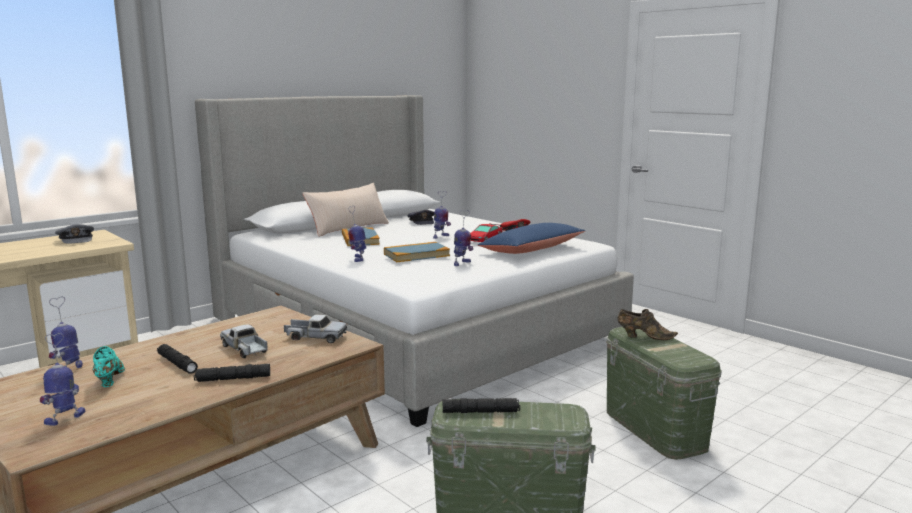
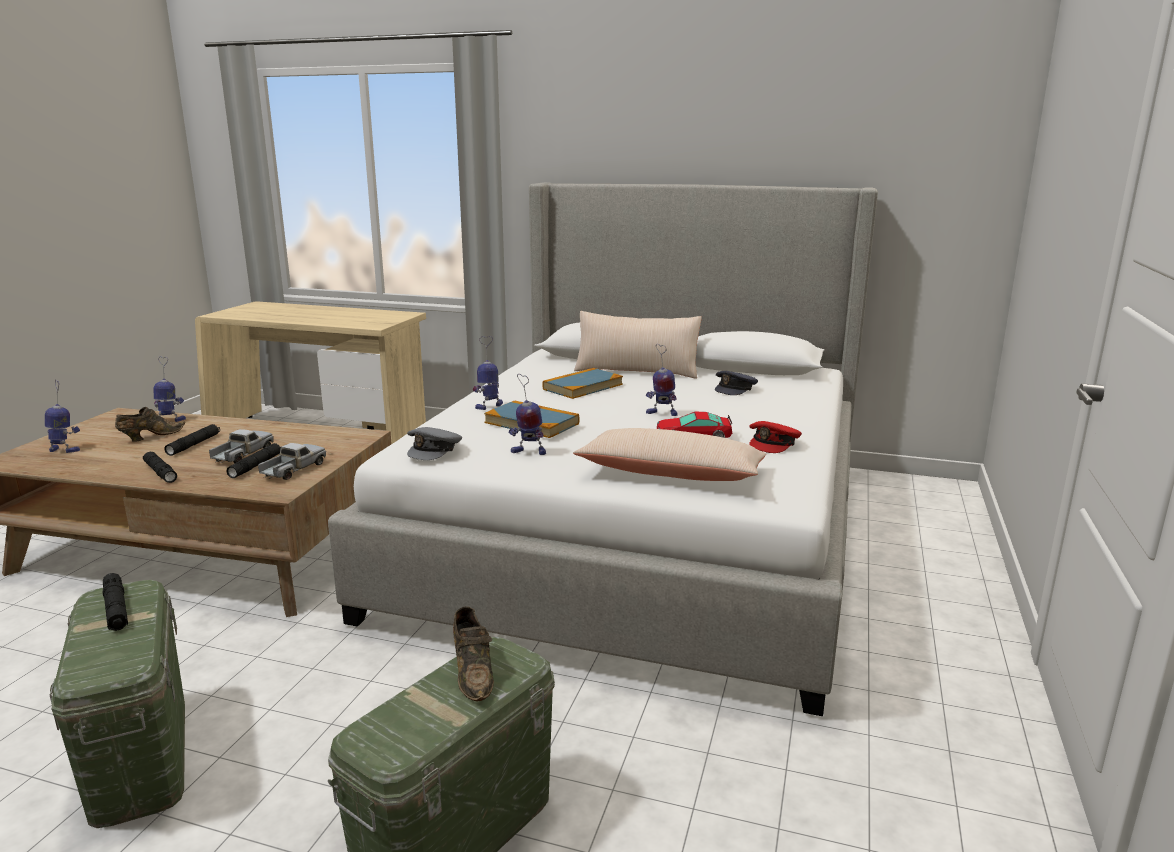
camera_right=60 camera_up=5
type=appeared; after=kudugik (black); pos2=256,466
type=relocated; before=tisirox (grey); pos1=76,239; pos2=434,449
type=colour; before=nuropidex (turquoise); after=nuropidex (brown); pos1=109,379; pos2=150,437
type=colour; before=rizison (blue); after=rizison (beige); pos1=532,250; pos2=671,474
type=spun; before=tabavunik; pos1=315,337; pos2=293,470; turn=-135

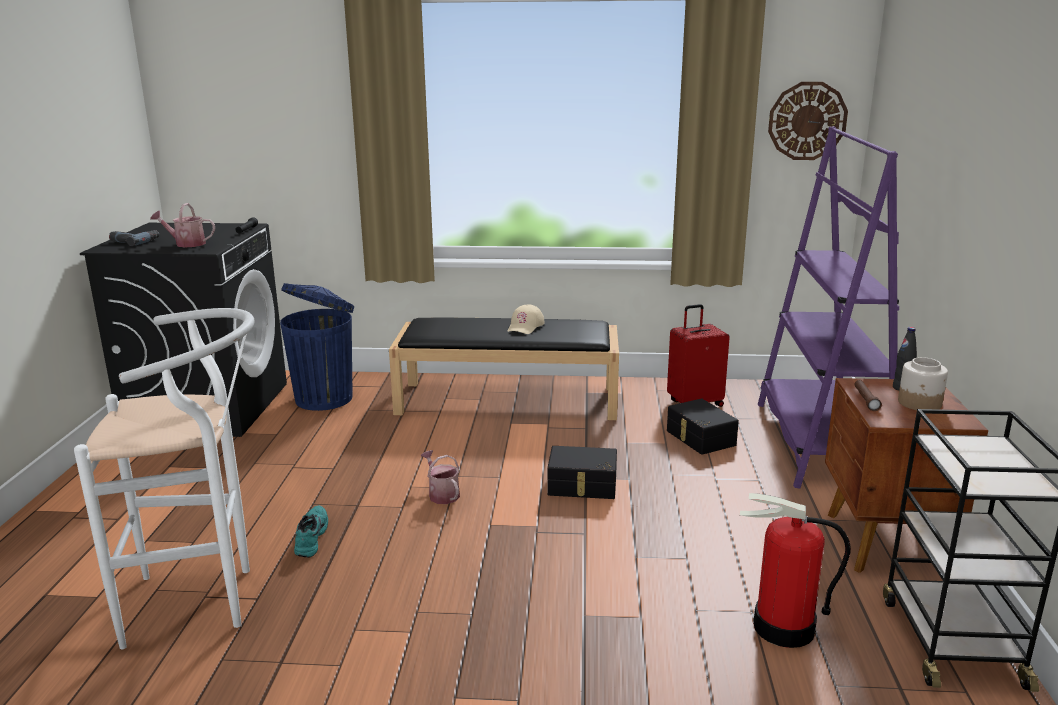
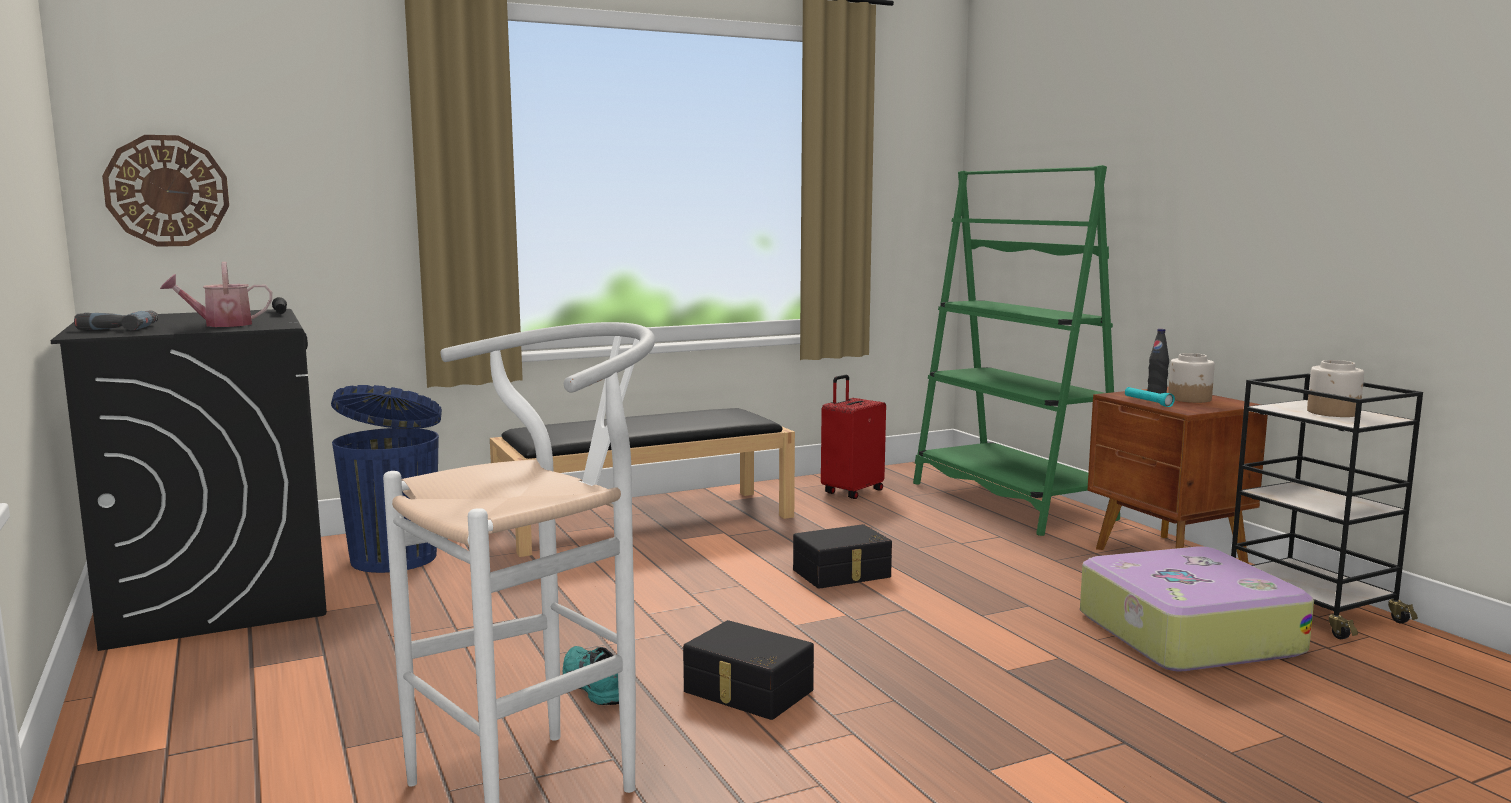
camera_right=-30 camera_up=-10
type=missing; before=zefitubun; pos1=442,494
type=missing; before=tisirox (beige); pos1=525,326
type=appeared; after=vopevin; pos2=1333,412
type=relocated; before=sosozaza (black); pos1=699,438; pos2=747,692
type=relocated; before=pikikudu; pos1=807,121; pos2=167,191
type=exchanged; before=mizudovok; after=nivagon; pos1=783,628; pos2=1185,633
type=colour; before=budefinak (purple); after=budefinak (green); pos1=820,443; pos2=1010,501
type=colour; before=kudugik (brown); after=kudugik (turquoise); pos1=865,400; pos2=1148,402

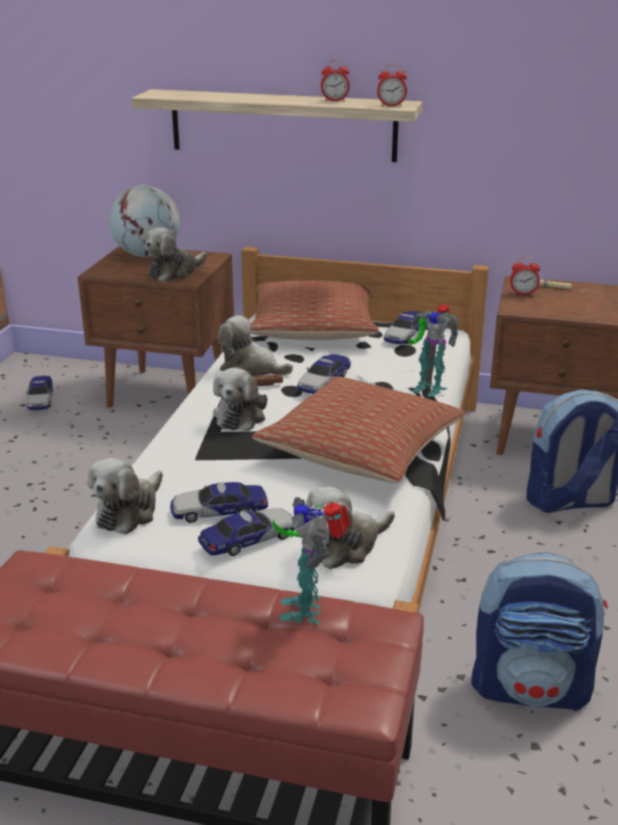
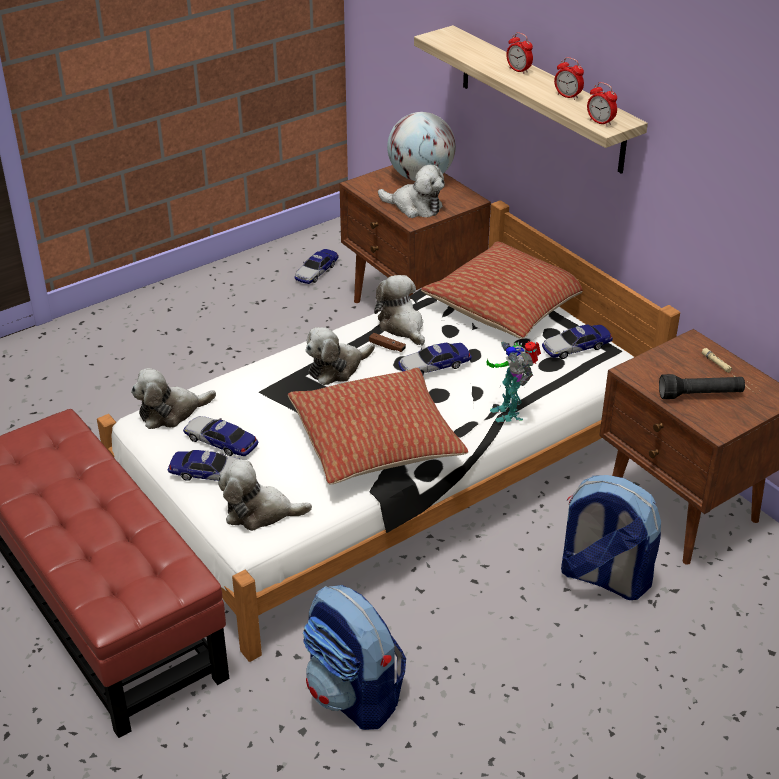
camera_right=40 camera_up=10
type=missing; before=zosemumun; pos1=308,608
type=appeared; after=kudugik (black); pos2=700,395
type=relocated; before=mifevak; pos1=523,294; pos2=518,70
type=spun; before=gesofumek; pos1=174,272; pos2=415,207; turn=-150

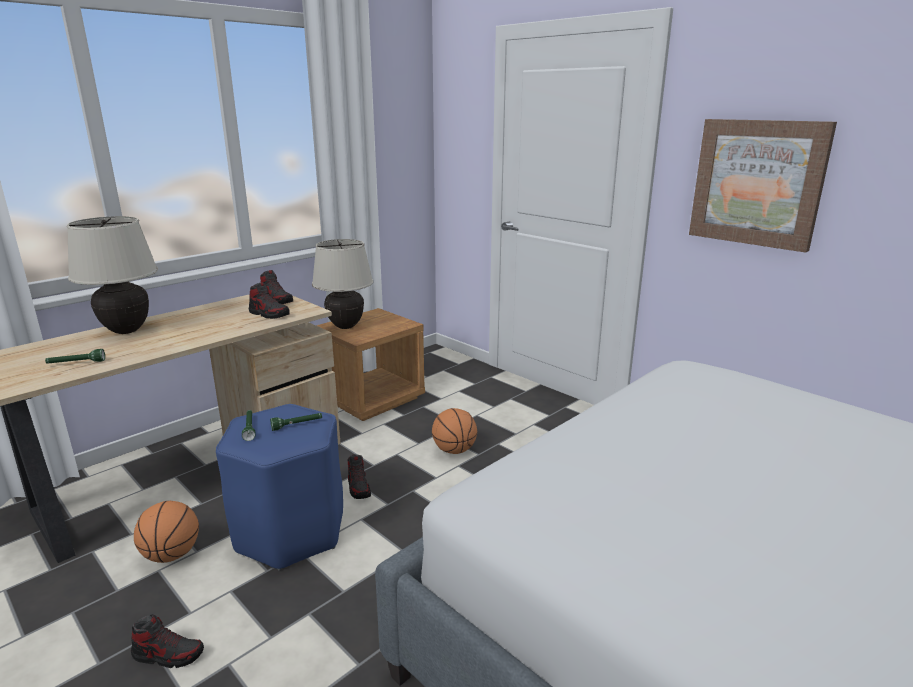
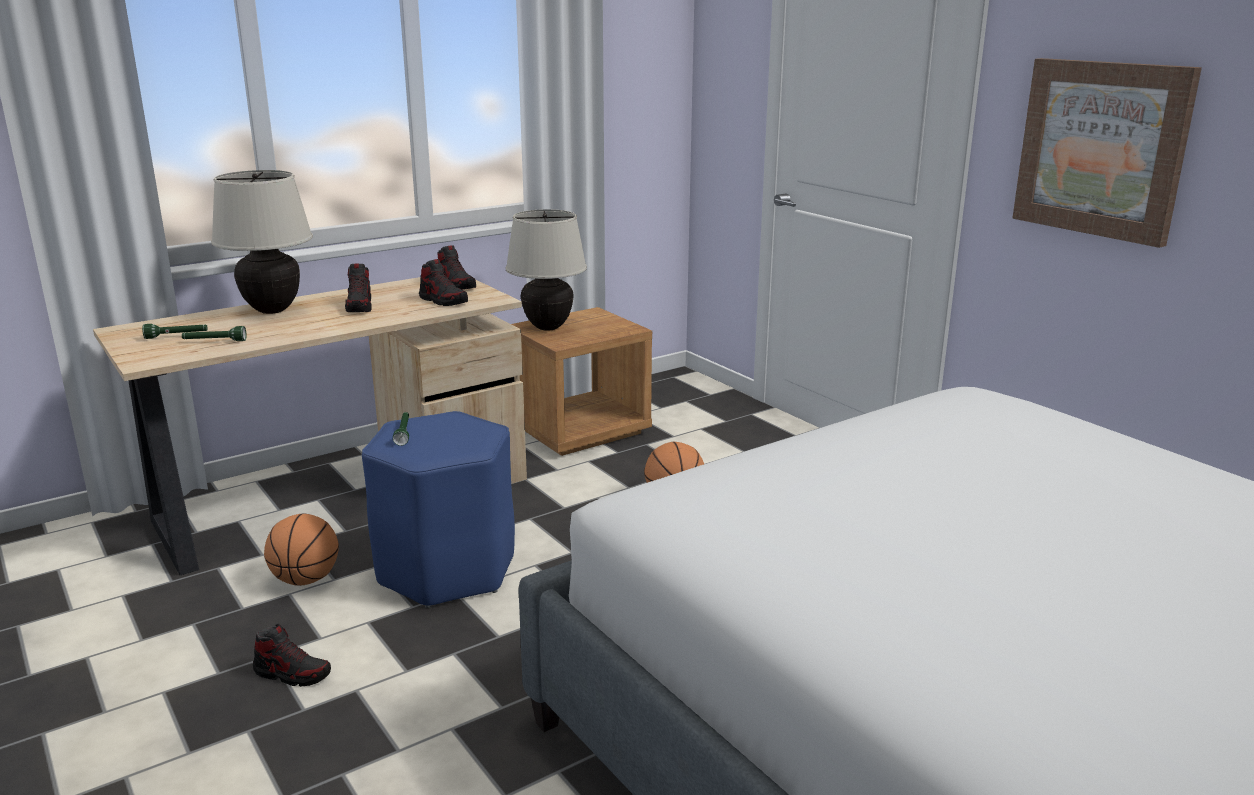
camera_right=10 camera_up=0
type=relocated; before=kudugik (green); pos1=297,425; pos2=177,336
type=relocated; before=nuropidex; pos1=359,487; pos2=360,306

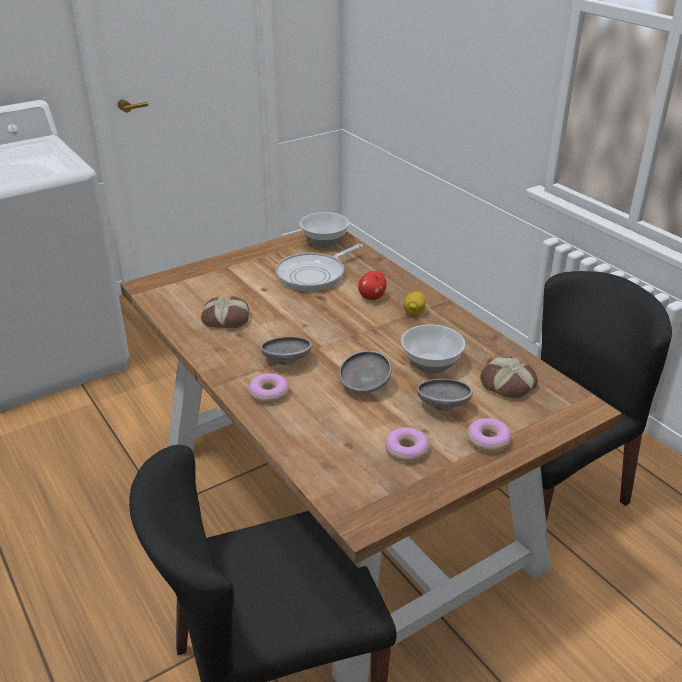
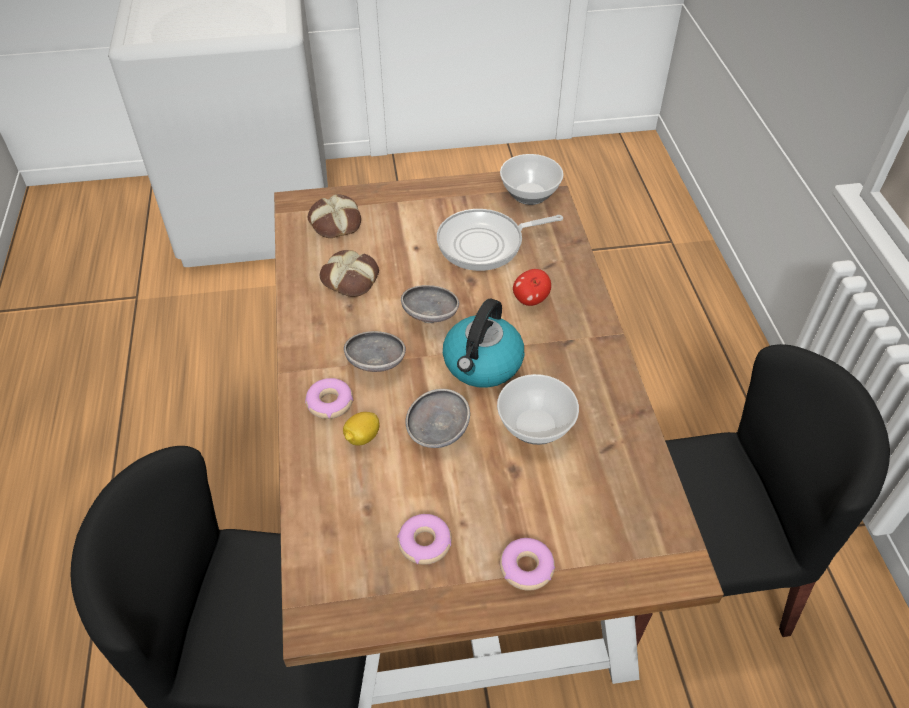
camera_right=25 camera_up=15
type=appeared; after=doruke; pos2=482,364
type=relocated; before=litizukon; pos1=414,312; pos2=362,437
type=relocated; before=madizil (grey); pos1=443,405; pos2=431,315
type=relocated; before=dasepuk; pos1=507,384; pos2=335,222

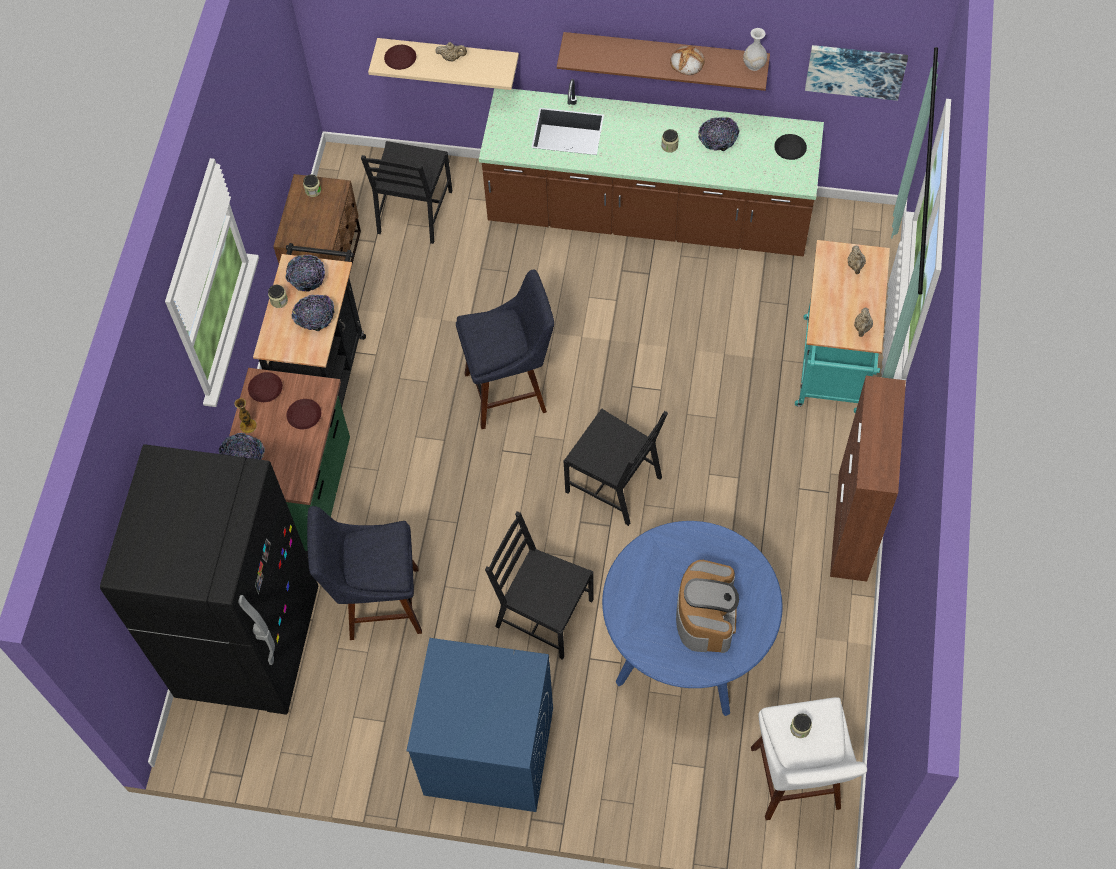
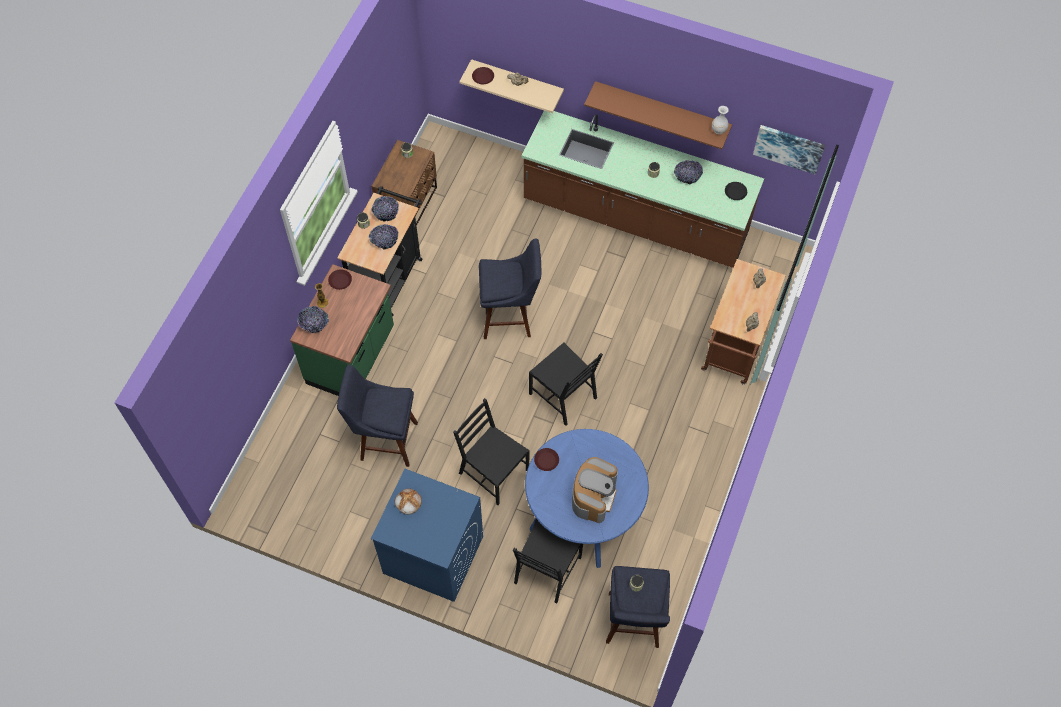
camera_right=10 camera_up=0
type=missing; before=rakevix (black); pos1=249,643
type=missing; before=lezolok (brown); pos1=852,526
type=relocated; before=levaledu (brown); pos1=304,416; pos2=546,461
type=relocated; before=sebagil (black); pos1=414,212; pos2=547,570
type=relocated; before=dasepuk; pos1=686,62; pos2=408,502
type=colour; before=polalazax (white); after=polalazax (blue); pos1=796,784; pos2=633,624
type=colour; before=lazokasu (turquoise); after=lazokasu (brown); pos1=832,372; pos2=733,352

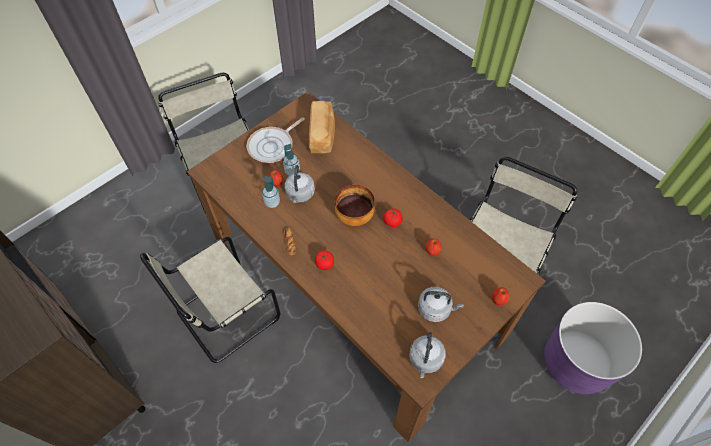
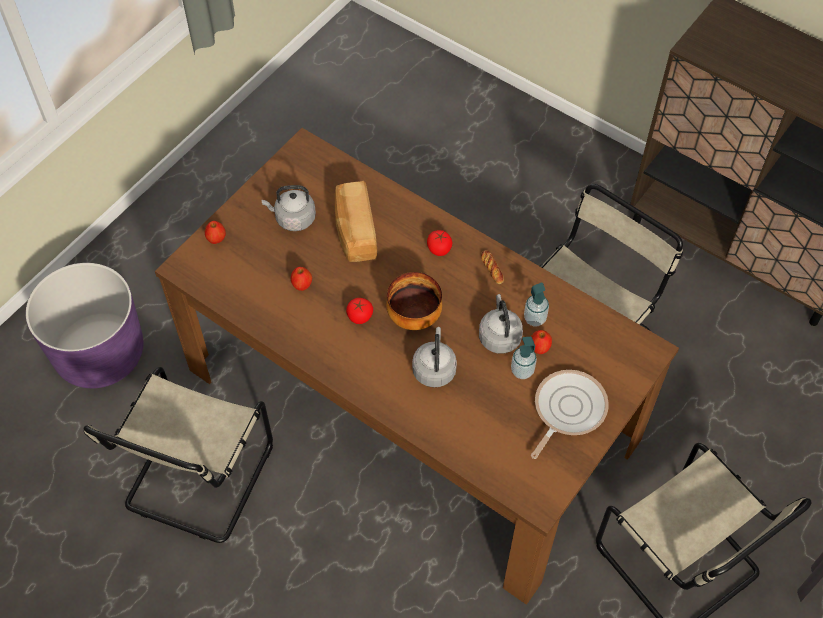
camera_right=170 camera_up=0
type=relocated; before=dasepuk; pos1=323,135; pos2=354,232
type=relocated; before=doruke (grey); pos1=425,360; pos2=434,369

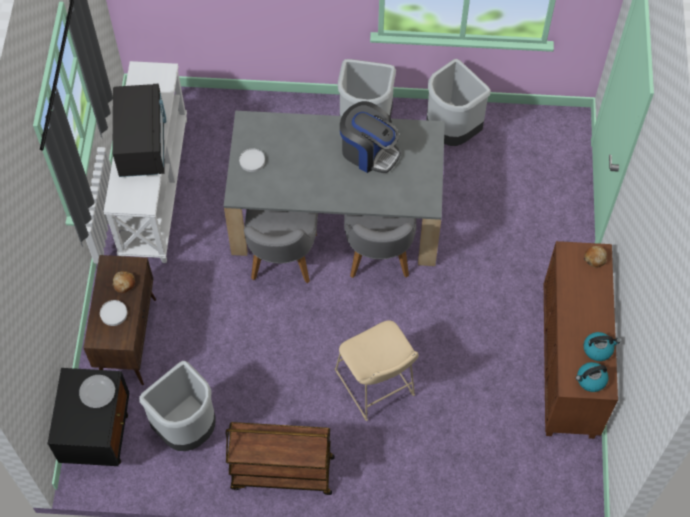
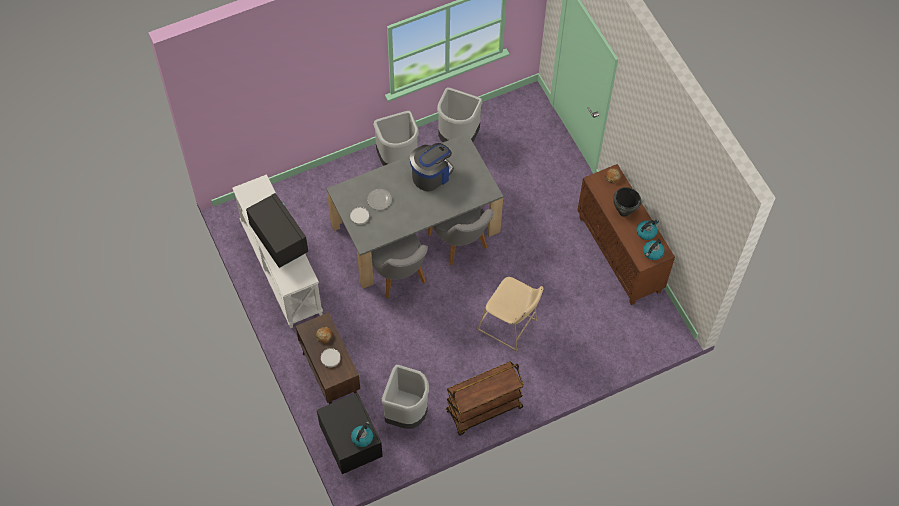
camera_right=-30 camera_up=0
type=appeared; after=doruke; pos2=362,437
type=appeared; after=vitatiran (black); pos2=624,211
type=relocated; before=levaledu; pos1=98,391; pos2=379,199
type=spun; before=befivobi; pos1=369,151; pos2=431,175; turn=-45

